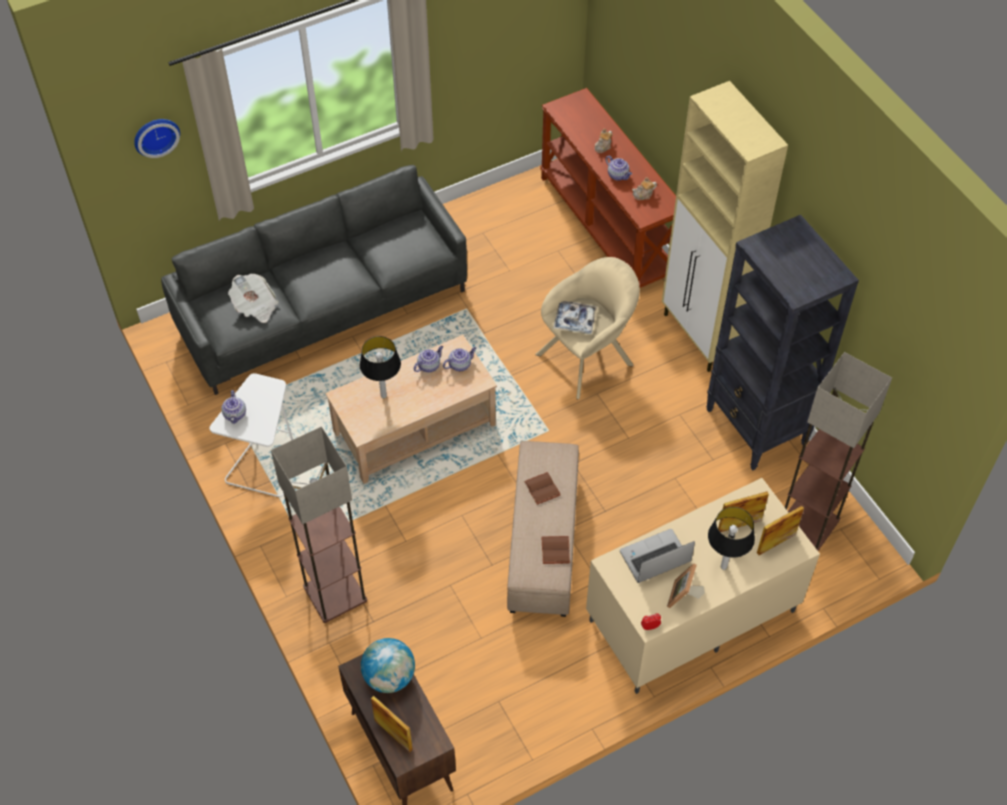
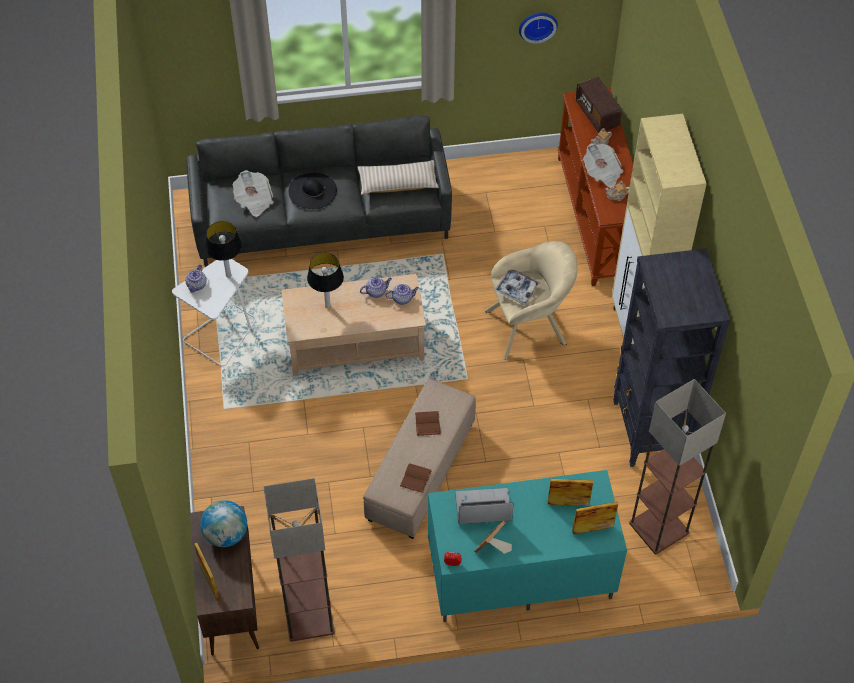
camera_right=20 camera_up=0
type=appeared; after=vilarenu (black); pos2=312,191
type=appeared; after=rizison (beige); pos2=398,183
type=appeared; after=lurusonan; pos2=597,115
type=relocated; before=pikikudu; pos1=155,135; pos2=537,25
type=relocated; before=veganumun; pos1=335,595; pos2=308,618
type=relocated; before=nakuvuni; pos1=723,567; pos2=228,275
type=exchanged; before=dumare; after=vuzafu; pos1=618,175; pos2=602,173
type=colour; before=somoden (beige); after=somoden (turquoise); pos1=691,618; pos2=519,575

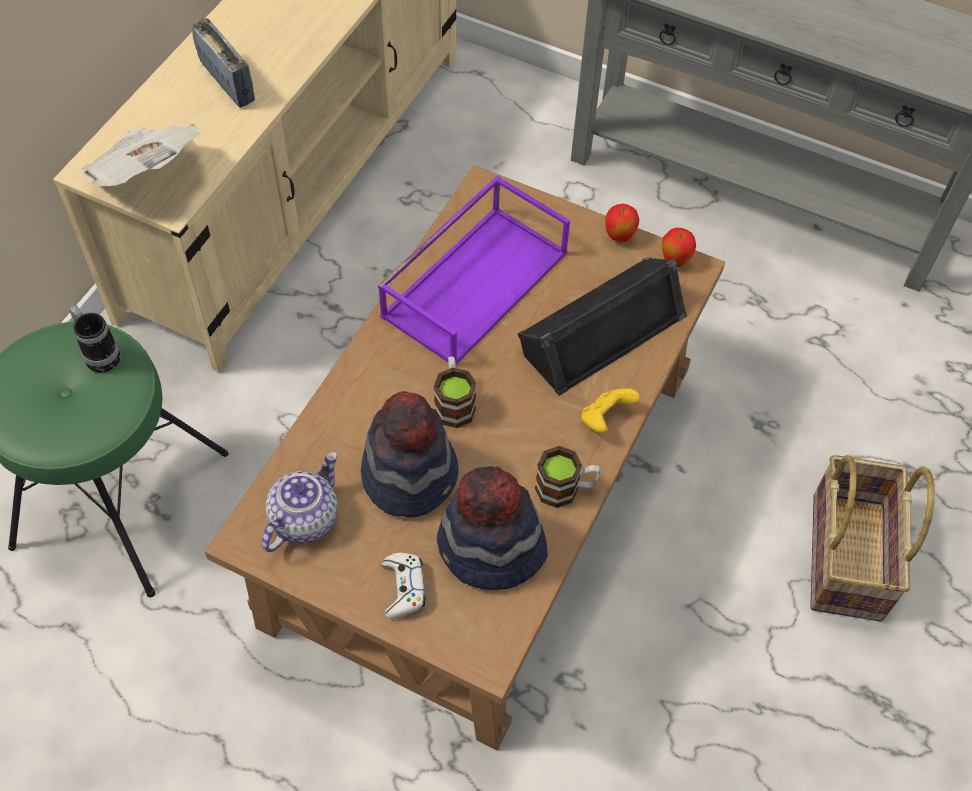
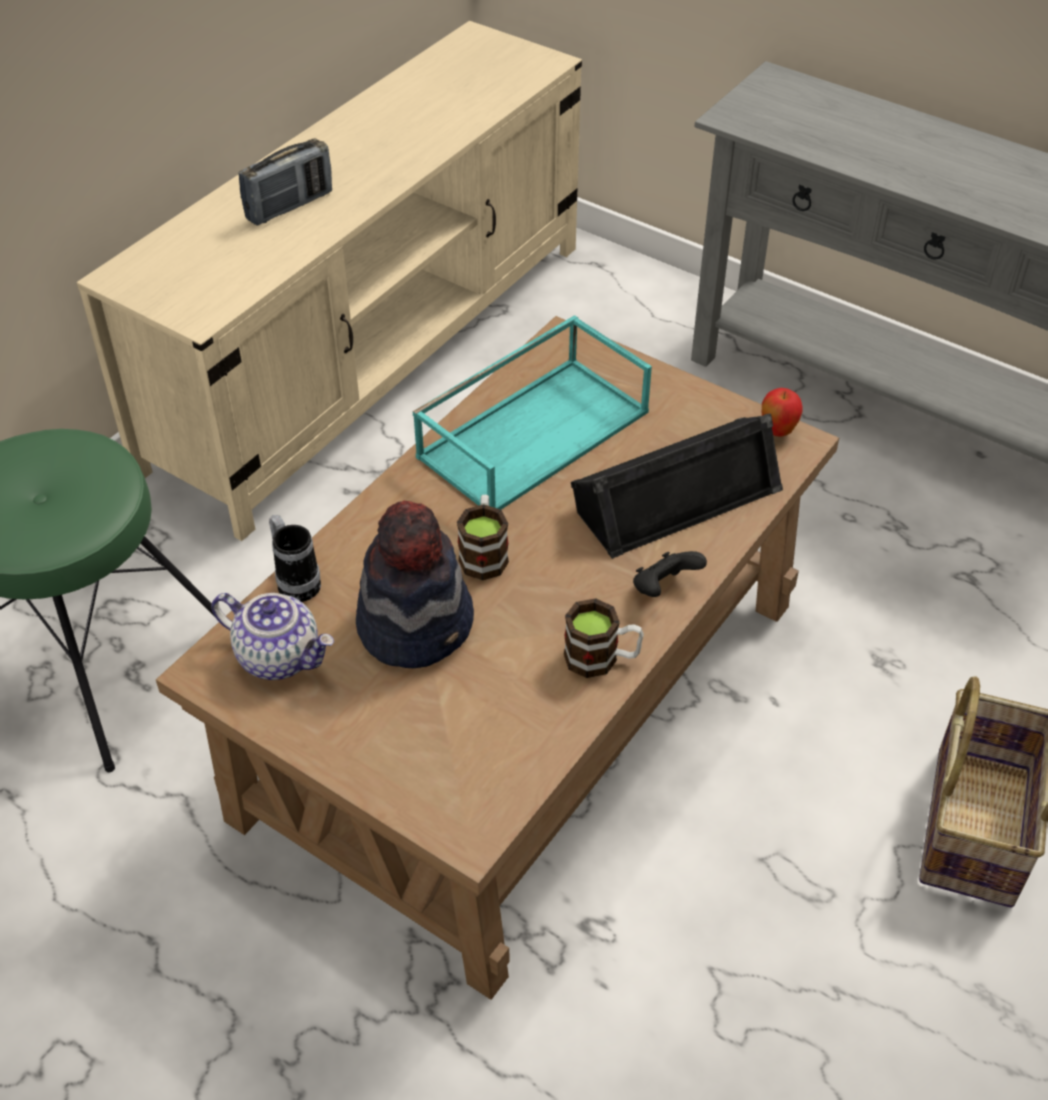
camera_right=10 camera_up=-10
type=missing; before=vuzafu; pos1=147,175
type=missing; before=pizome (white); pos1=403,588
type=missing; before=vilarenu; pos1=491,549
type=missing; before=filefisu; pos1=619,237
type=relocated; before=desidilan; pos1=99,354; pos2=295,581
type=colour; before=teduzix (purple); after=teduzix (turquoise); pos1=475,282; pos2=534,432
type=colour; before=pizome (yellow); after=pizome (black); pos1=605,419; pos2=664,588
type=spun; before=lurusonan; pos1=227,82; pos2=290,206; turn=75
type=spun; before=dumare; pos1=304,518; pos2=280,656; turn=75

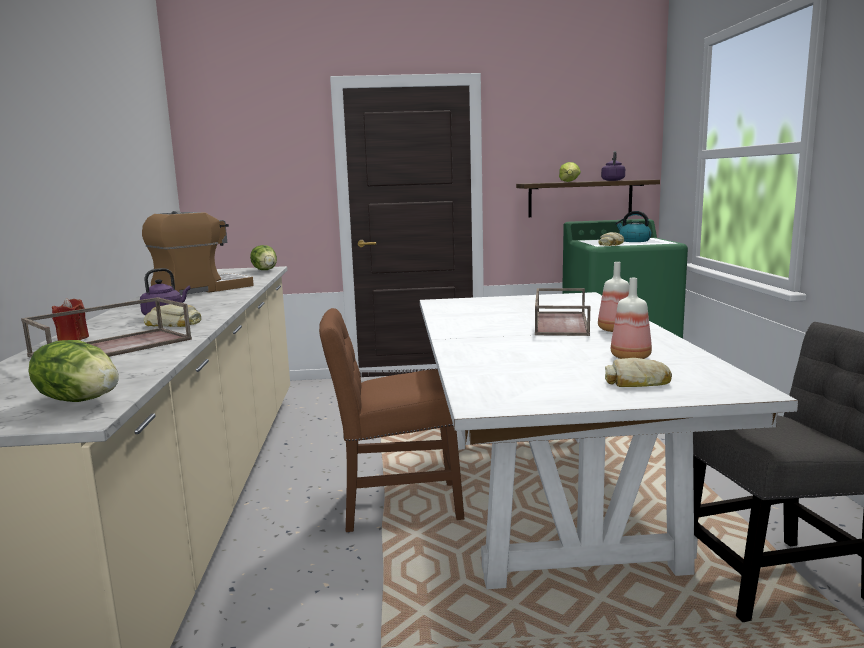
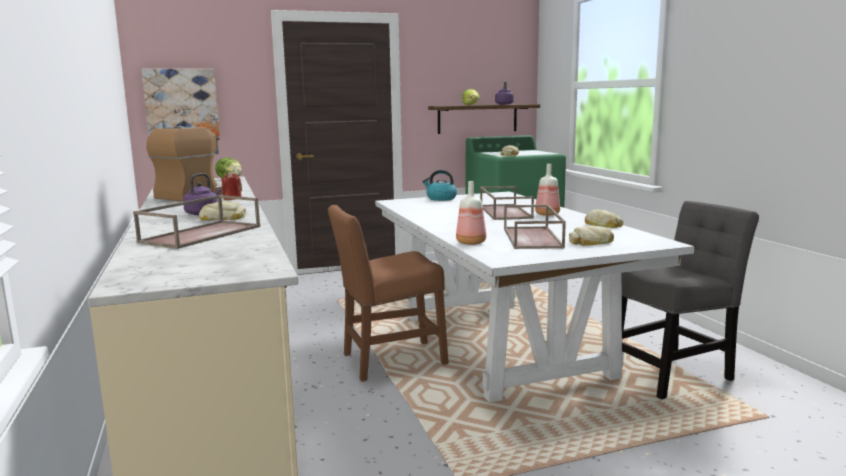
camera_right=-15 camera_up=0
type=missing; before=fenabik; pos1=80,399
type=appeared; after=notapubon; pos2=181,103
type=appeared; after=teduzix (brown); pos2=533,238
type=appeared; after=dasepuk; pos2=602,225
type=relocated; before=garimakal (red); pos1=73,338; pos2=232,198
type=relocated; before=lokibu; pos1=630,357; pos2=470,242
type=relocated; before=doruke; pos1=634,241; pos2=441,198

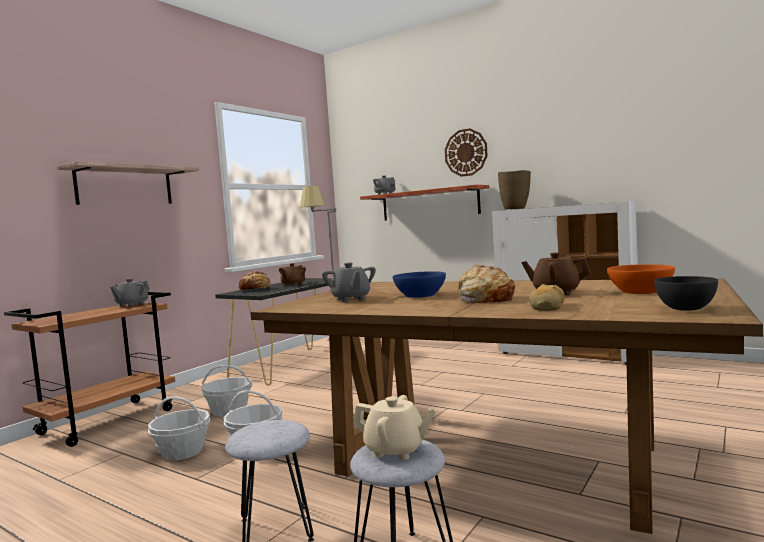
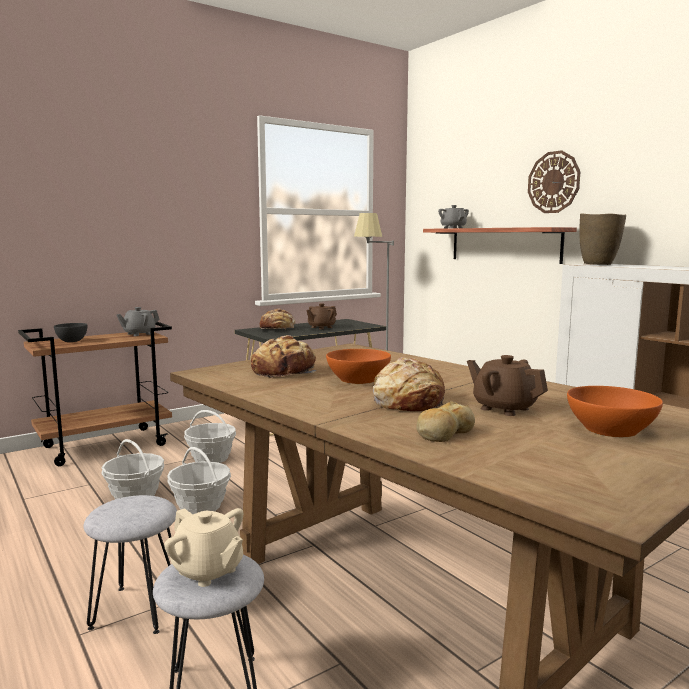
camera_right=20 camera_up=5
type=missing; before=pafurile; pos1=125,186
type=relocated; before=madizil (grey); pos1=685,309; pos2=71,341
type=exchanged; before=dumare (grey); after=dasepuk; pos1=351,299; pos2=284,371
type=colour; before=madizil (blue); after=madizil (orange); pos1=420,295; pos2=358,379

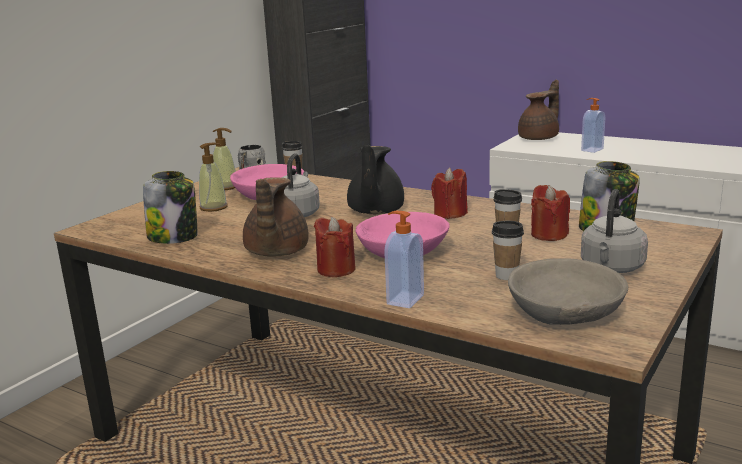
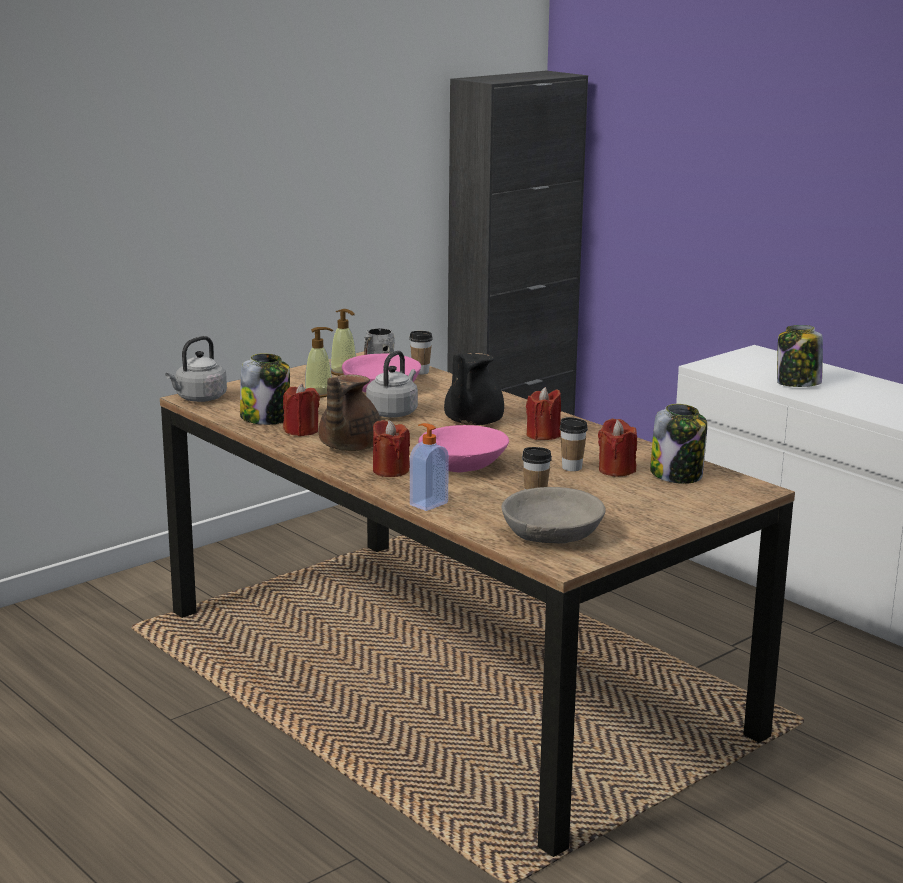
camera_right=15 camera_up=0
type=missing; before=dumare (brown); pos1=540,138
type=appeared; after=garimakal (red); pos2=301,431
type=relocated; before=doruke (grey); pos1=611,268; pos2=199,399
type=exchanged; before=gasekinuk; after=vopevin; pos1=591,150; pos2=797,383

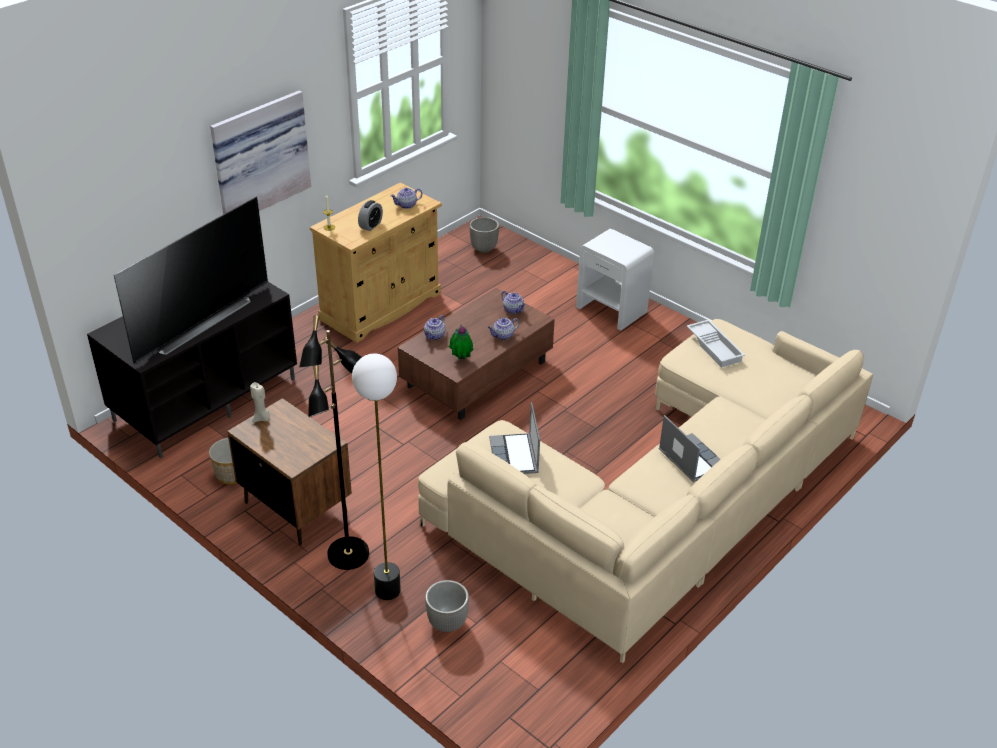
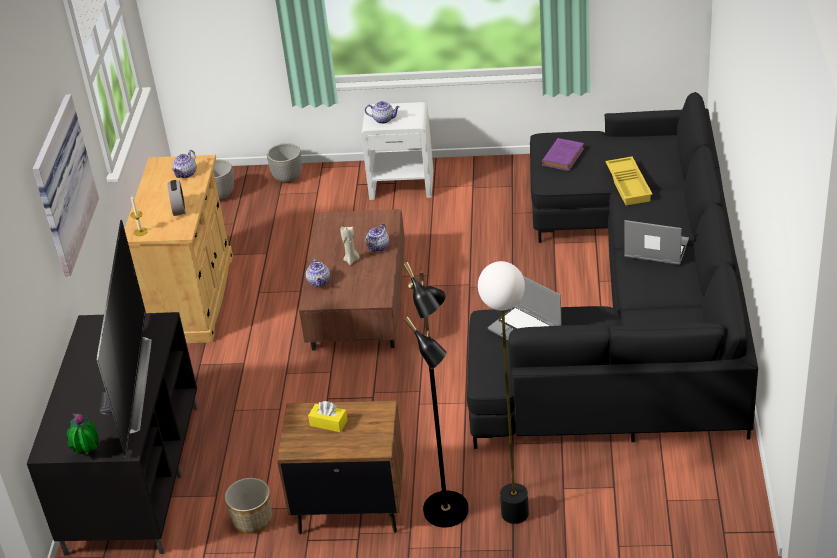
camera_right=-35 camera_up=0
type=appeared; after=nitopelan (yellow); pos2=328,423
type=appeared; after=teduzix (yellow); pos2=629,185
type=relocated; before=garimakal (beige); pos1=262,418; pos2=351,260
type=relocated; before=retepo; pos1=448,623; pos2=288,178
type=relocated; before=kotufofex; pos1=461,359; pos2=88,454
type=relocated; before=dumare; pos1=513,310; pos2=384,119
type=exchanged; before=teduzix (white); after=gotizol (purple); pos1=715,347; pos2=563,156
type=colour; before=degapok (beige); after=degapok (black); pos1=660,499; pos2=628,307

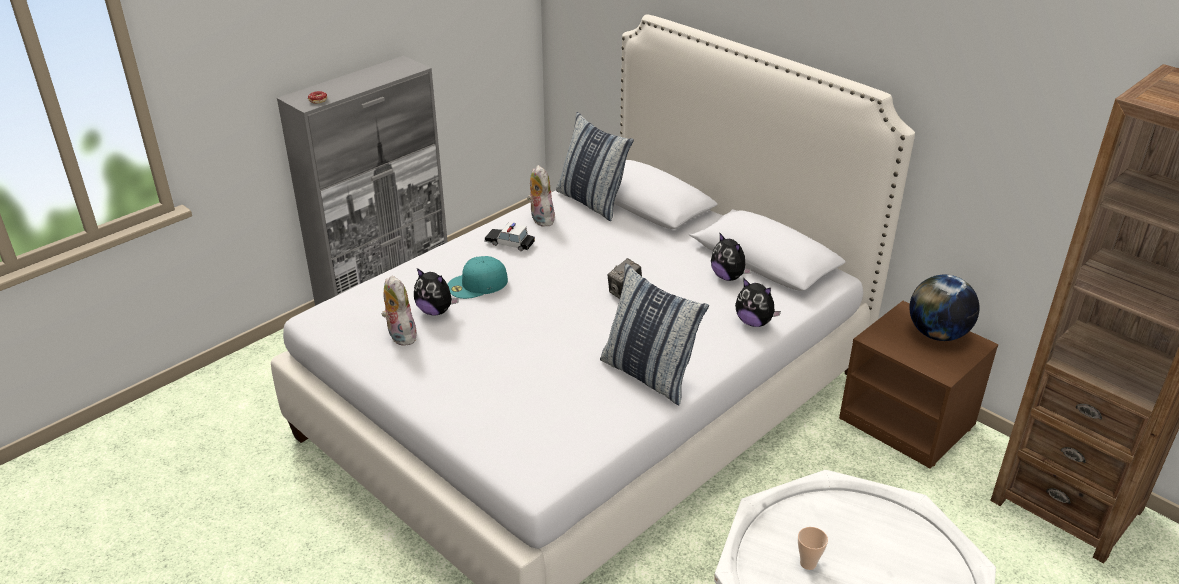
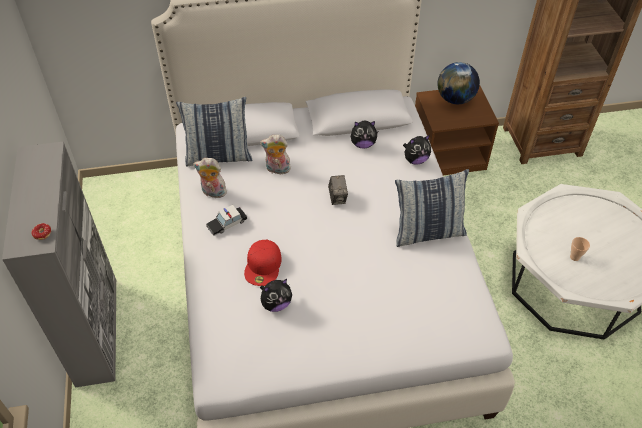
camera_right=-55 camera_up=15
type=relocated; before=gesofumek; pos1=399,336; pos2=277,170
type=colour; before=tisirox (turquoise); after=tisirox (red); pos1=477,284; pos2=263,266

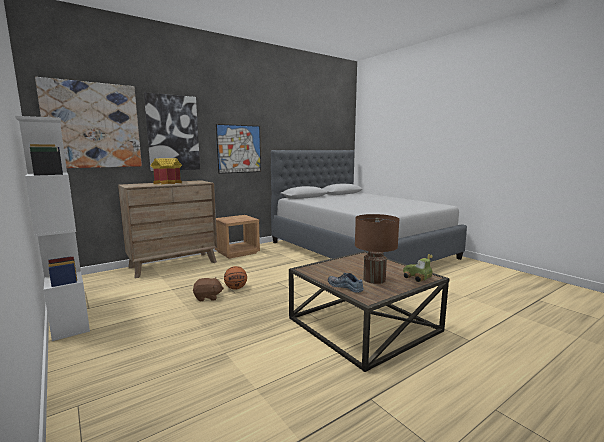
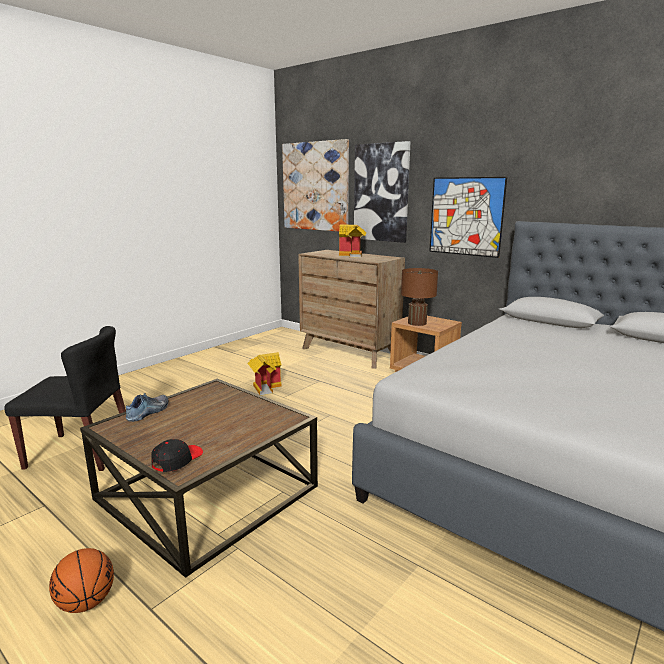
camera_right=75 camera_up=5
type=missing; before=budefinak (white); pos1=68,314
type=appeared; after=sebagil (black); pos2=81,451
type=relocated; before=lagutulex; pos1=236,288; pos2=86,602
type=relocated; before=nakuvuni (brown); pos1=374,279; pos2=417,323
type=exchanged; before=gesofumek (brown); after=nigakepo; pos1=208,297; pos2=265,387
type=exchanged; before=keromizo; after=tisirox (black); pos1=416,278; pos2=177,460

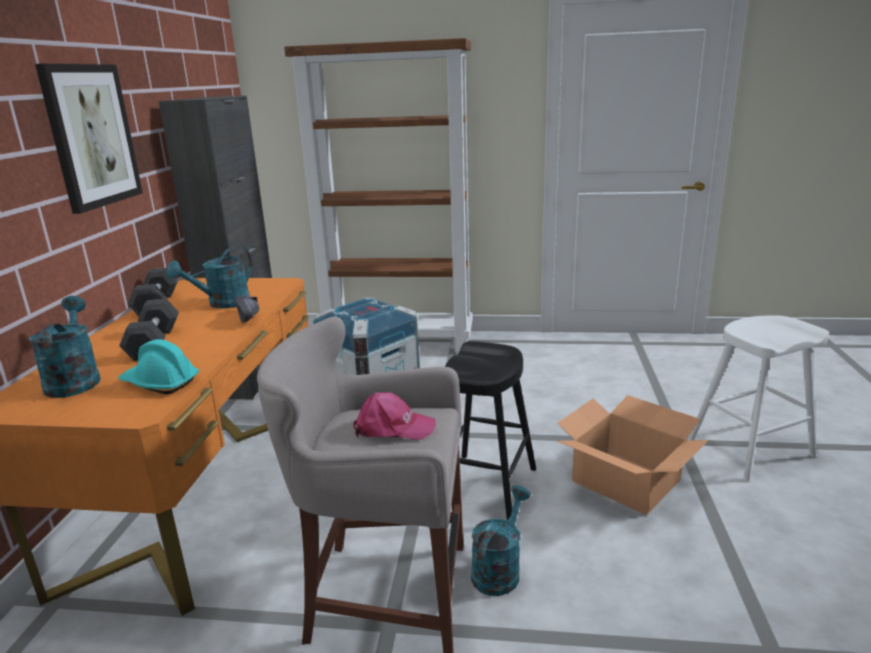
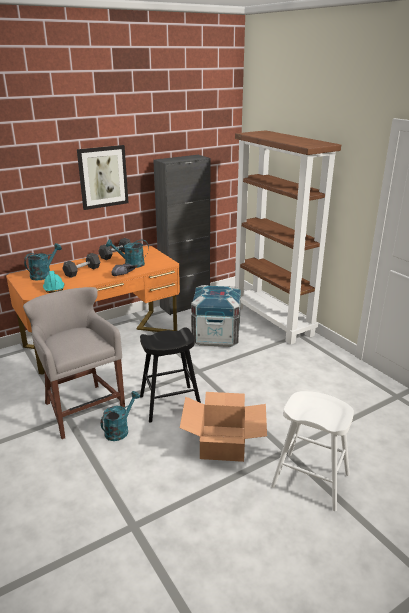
camera_right=50 camera_up=5
type=missing; before=tisirox (pink); pos1=393,428
type=spun; before=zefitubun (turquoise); pos1=499,569; pos2=120,430; turn=-45

